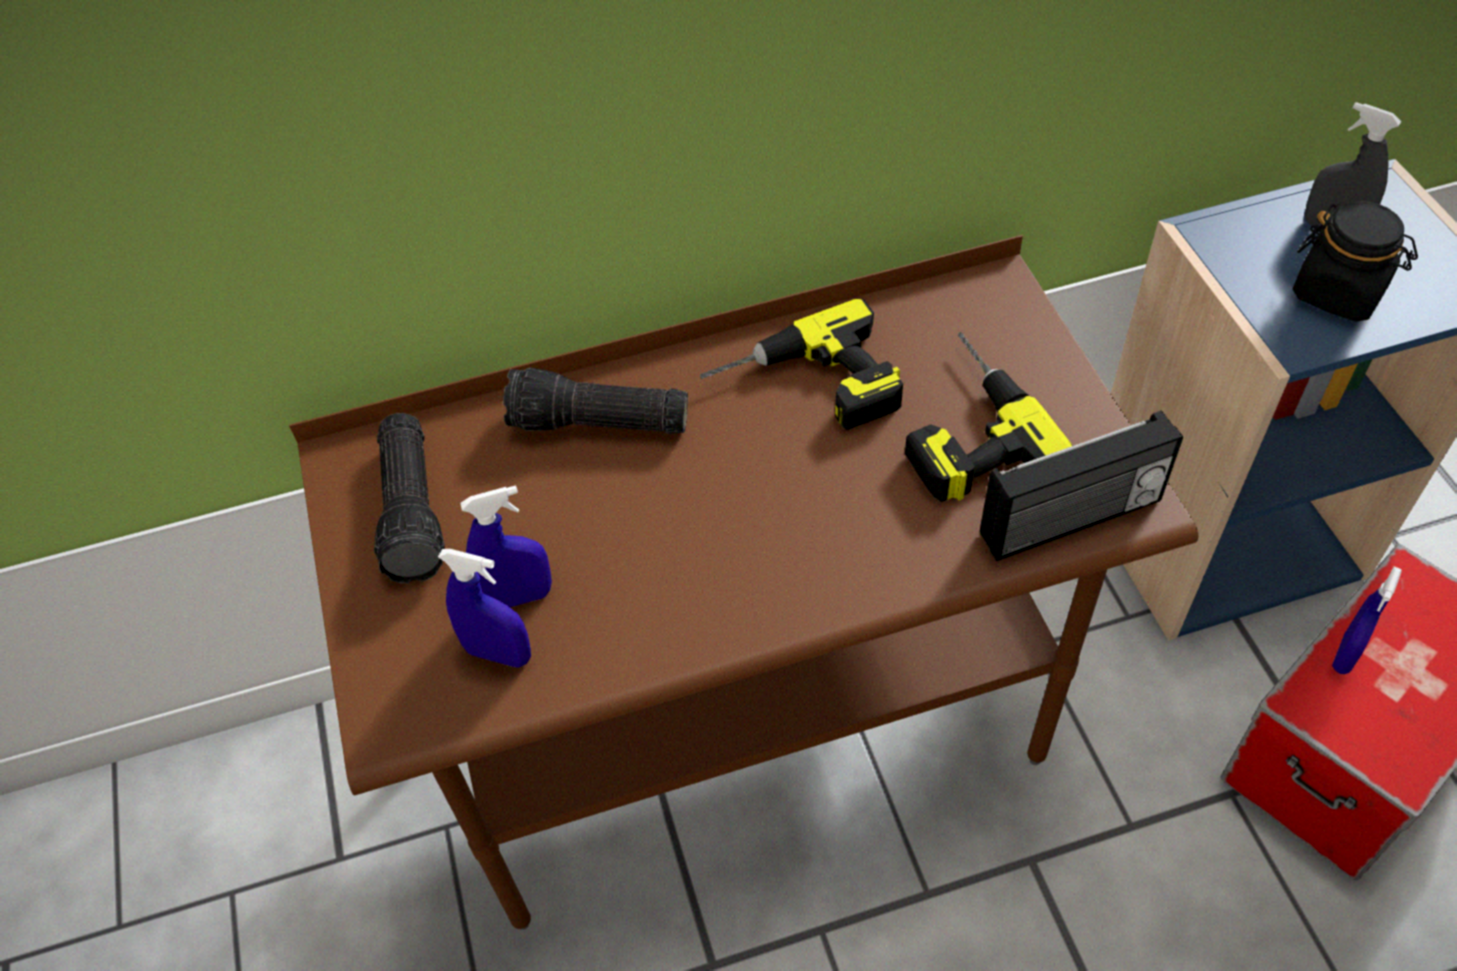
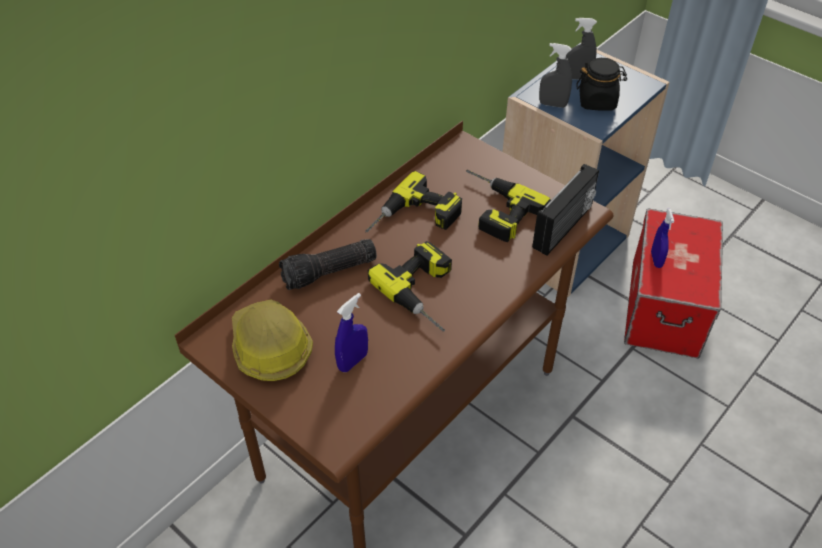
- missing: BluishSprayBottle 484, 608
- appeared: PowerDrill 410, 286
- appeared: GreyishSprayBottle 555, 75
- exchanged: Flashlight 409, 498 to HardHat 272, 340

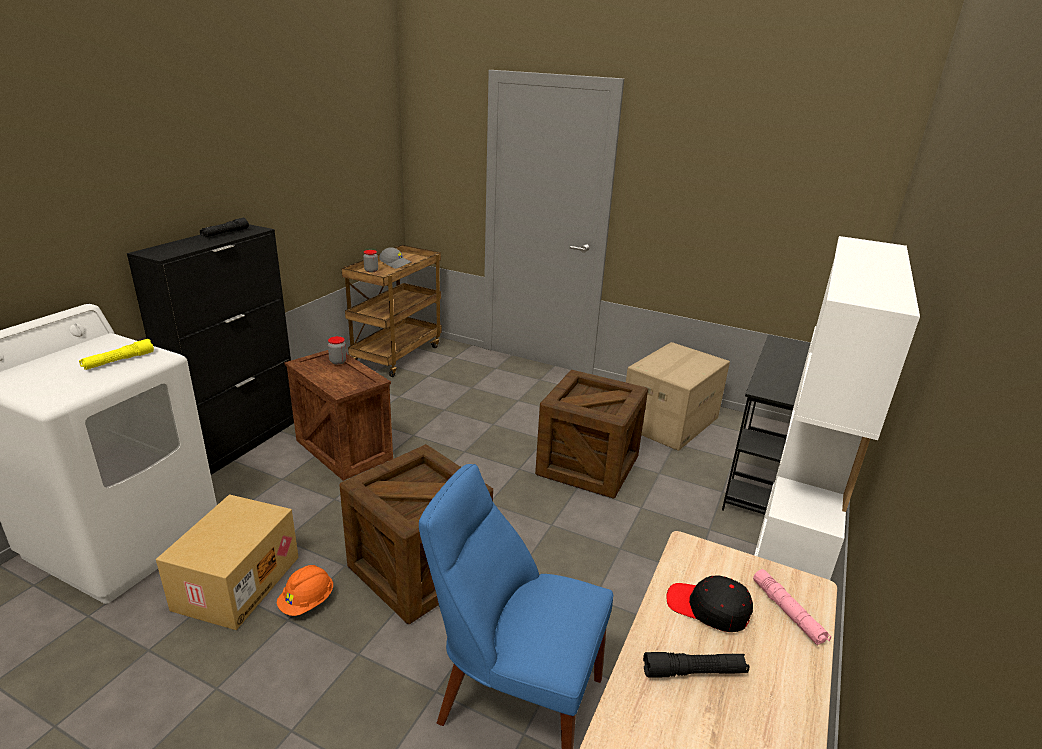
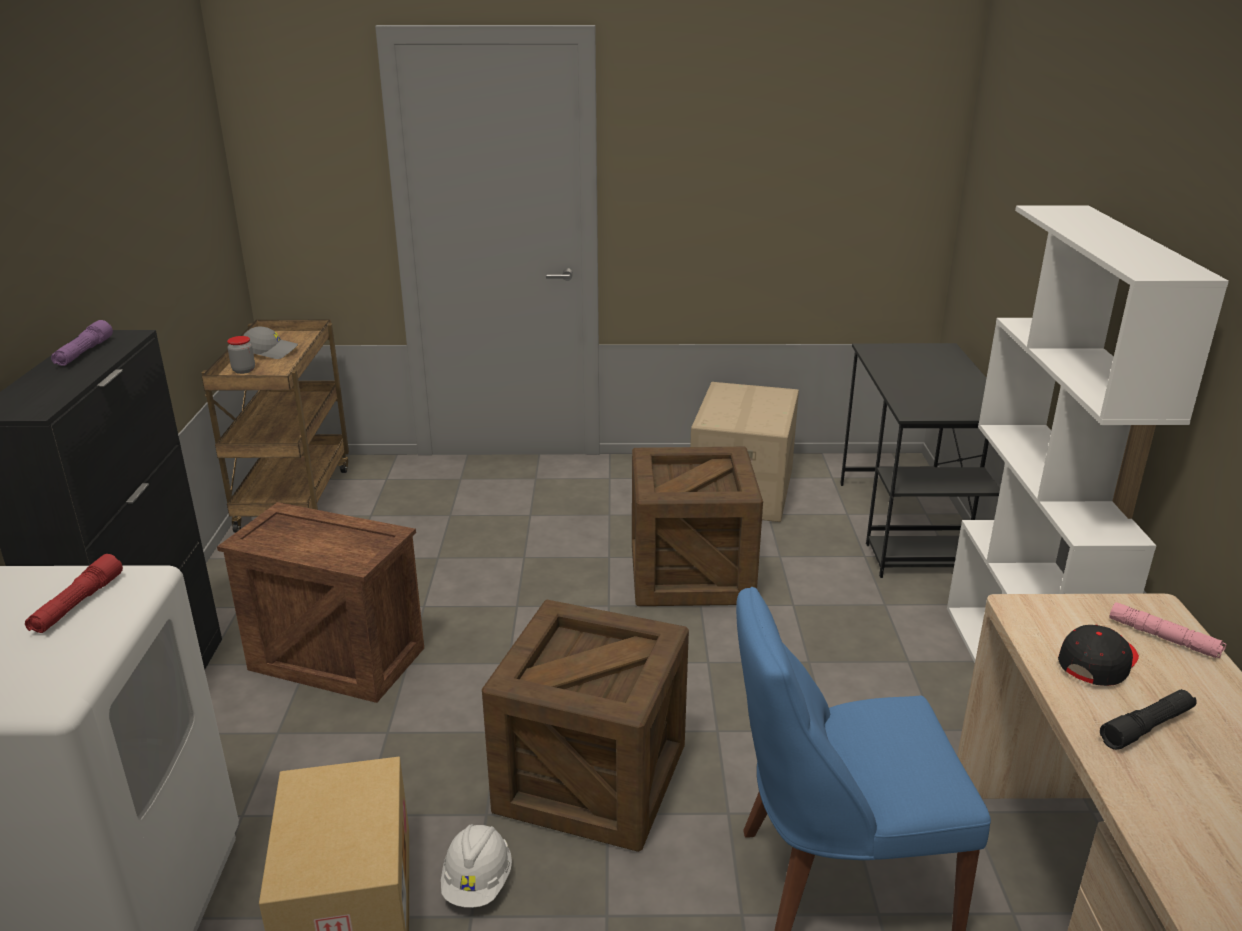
- missing: Jar 337, 350
- colour: YellowishFlashlight 116, 354 to RedFlashlight 74, 593
- colour: BlackFlashlight 224, 227 to PurplishFlashlight 82, 343
- colour: OrangeyHardHat 305, 590 to WhitishHardHat 476, 866
- spun: BlackBaseballCap 710, 604 = 1098, 655 135 degrees clockwise

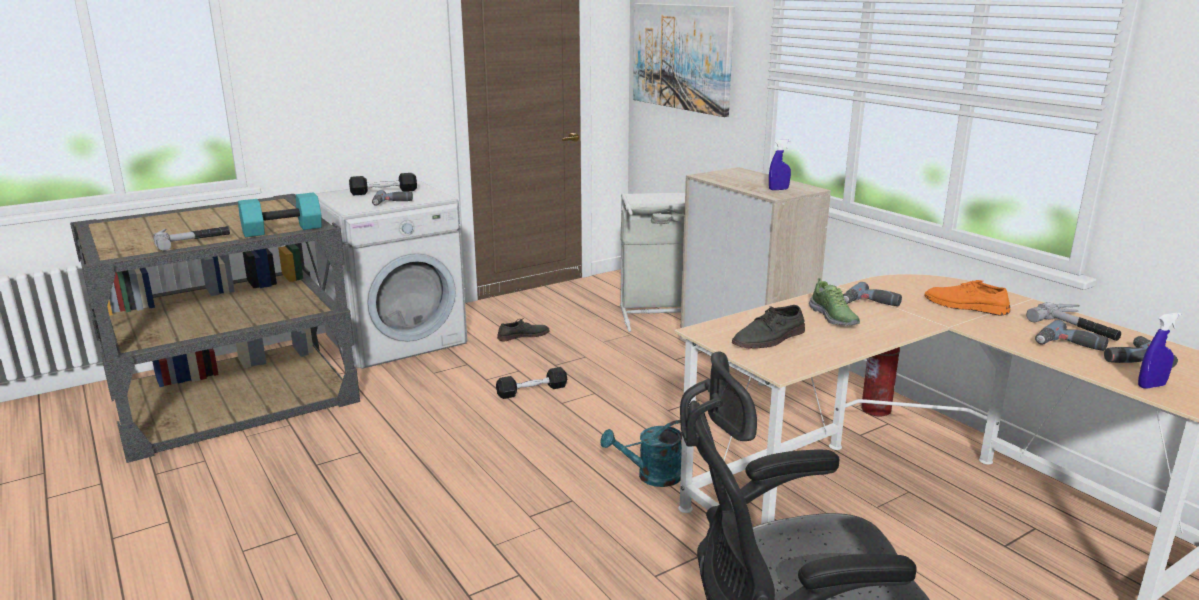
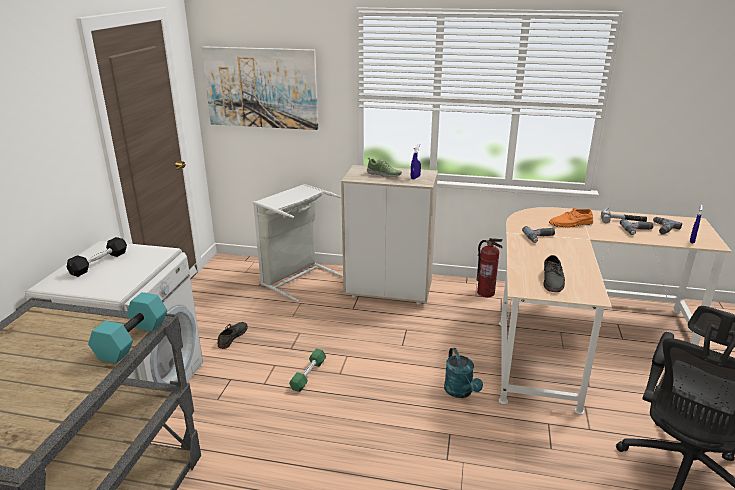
- missing: Hammer 191, 238
- missing: PowerDrill 392, 198
- relocated: ItemOfFootwear 834, 302 to 384, 168
- colour: BlackHandWeight 531, 383 to GreenColouredHandWeight 307, 370
- spun: BlueGreenWateringCan 641, 453 = 463, 373 45 degrees counterclockwise

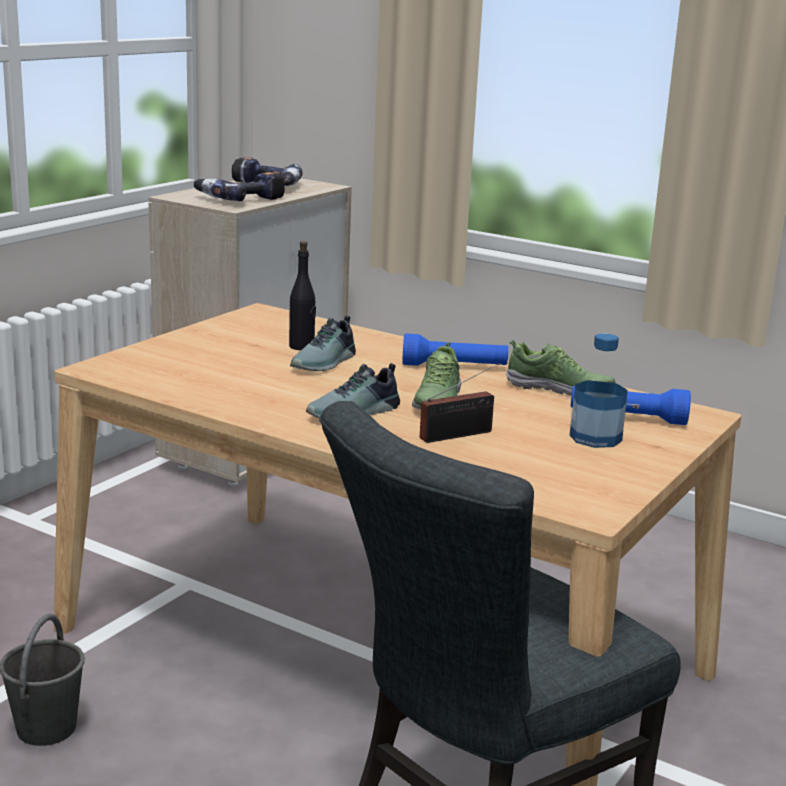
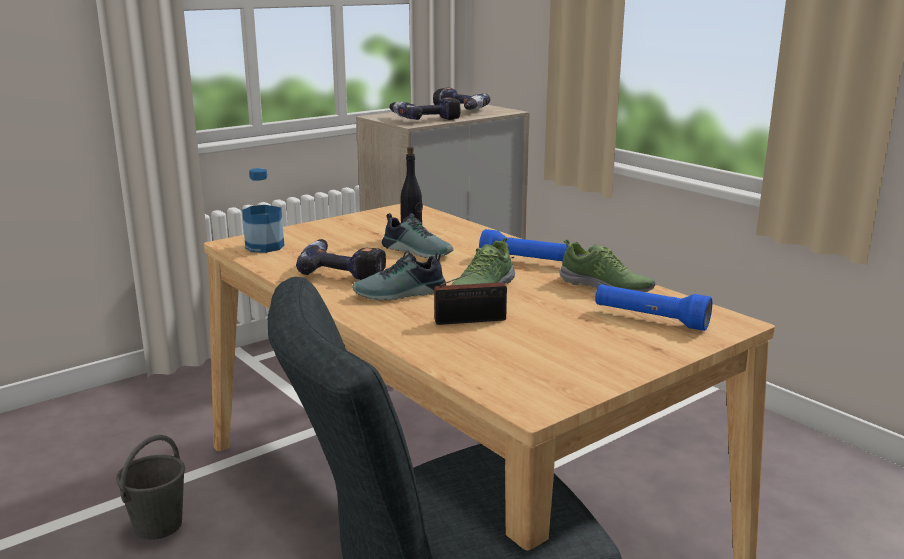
- appeared: PowerDrill 341, 259
- relocated: Bottle 598, 390 to 263, 210
- spun: ItemOfFootwear 323, 343 = 418, 235 105 degrees counterclockwise

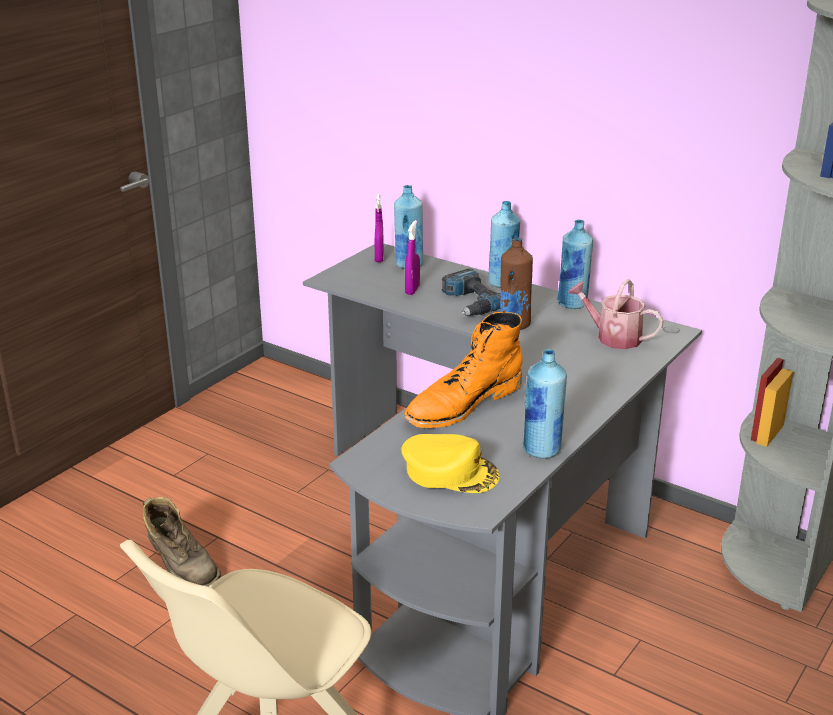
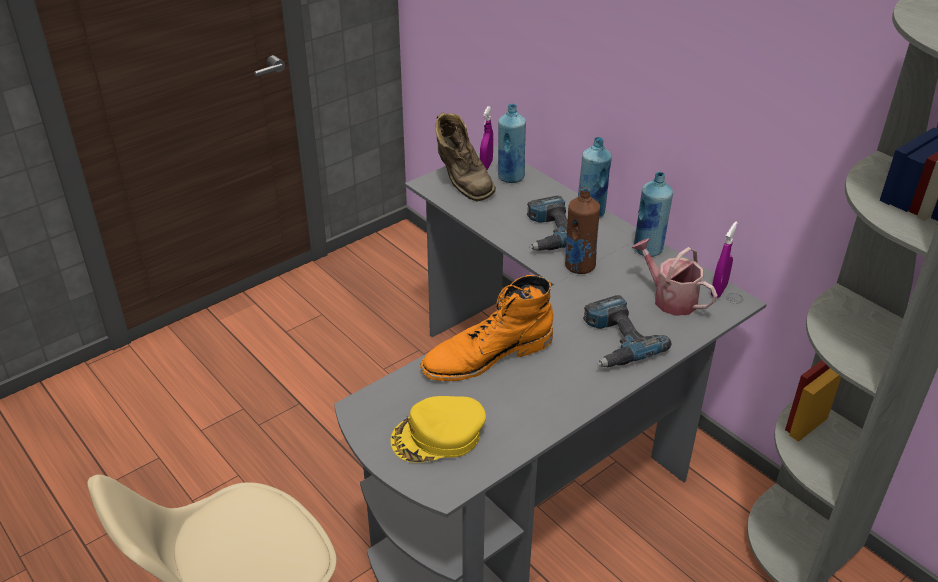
- missing: BluishBottle 545, 404
- appeared: PowerDrill 627, 331
- relocated: BrownColouredTallBoot 182, 541 to 465, 157
- relocated: PurplishSprayBottle 412, 257 to 724, 260
- spun: YellowishBaseballCap 450, 463 = 438, 429 120 degrees clockwise

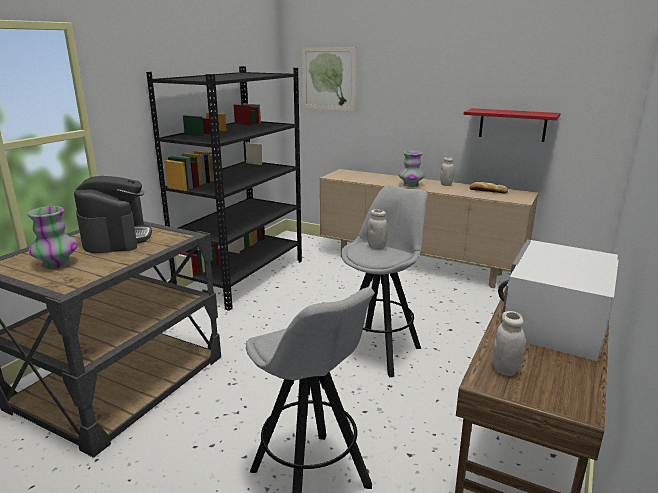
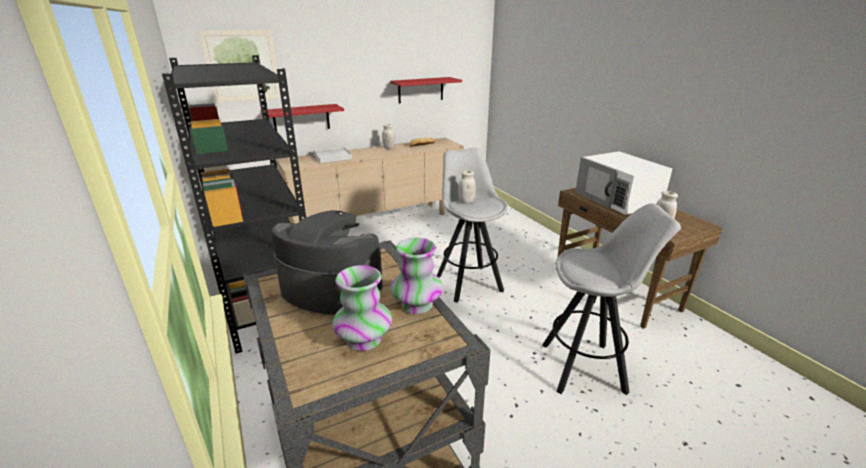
- appeared: RedWallShelf 303, 117
- appeared: WhitishCarryingTray 332, 155
- relocated: FlowerVase 412, 169 to 416, 276

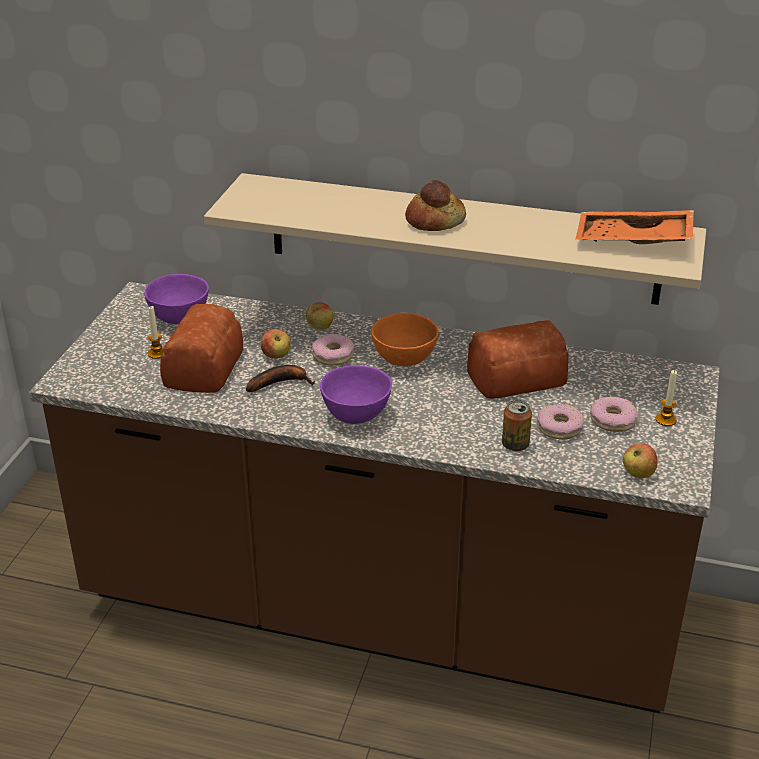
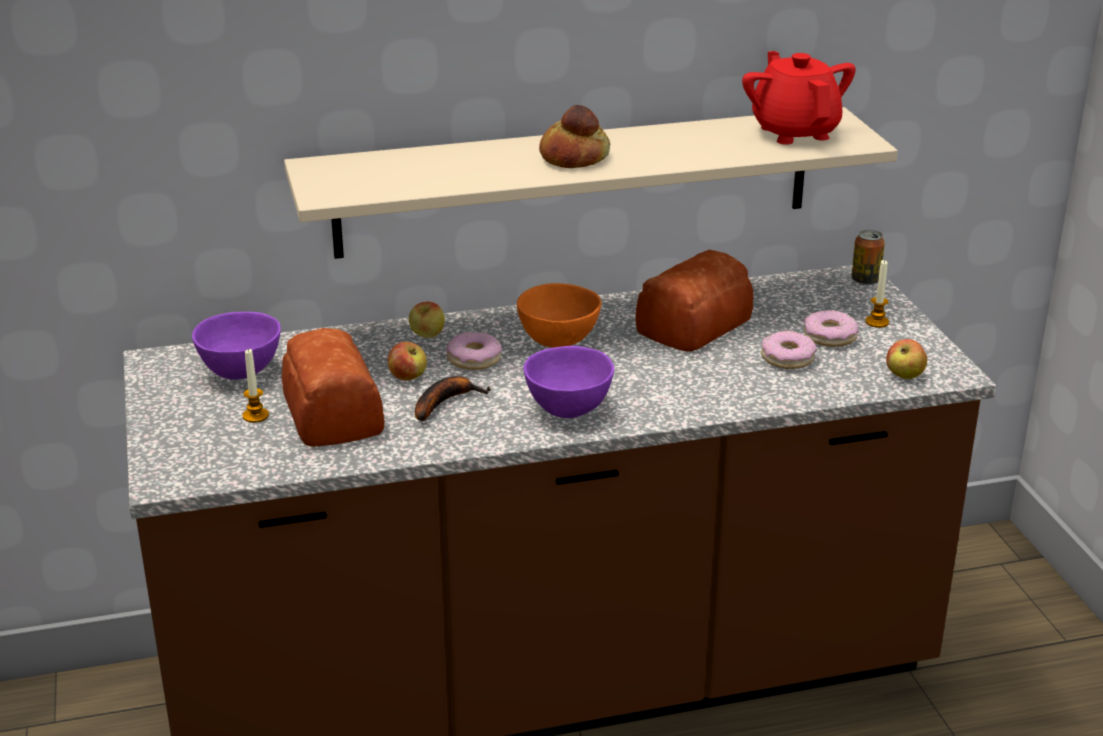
- relocated: MetalCan 517, 425 to 868, 257
- exchanged: OrangeyCarryingTray 634, 227 to RedTeapot 799, 98

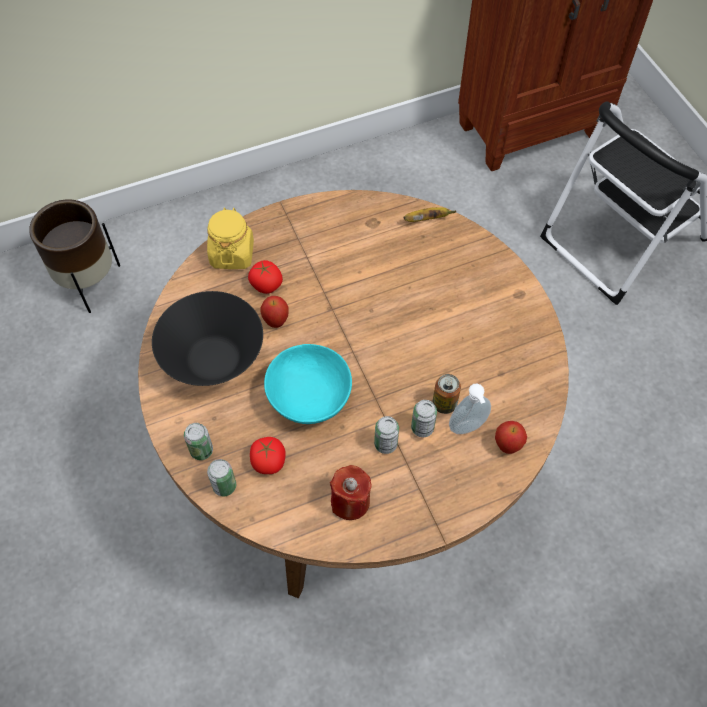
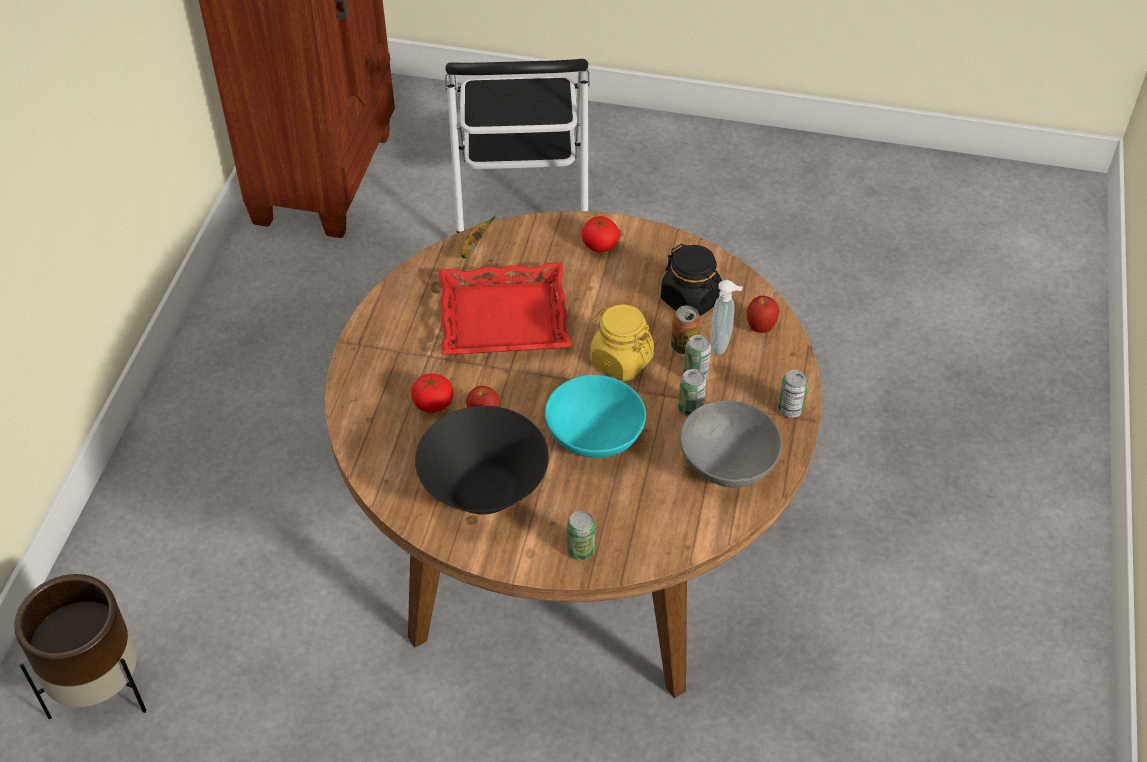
- appeared: RedCarryingTray 505, 308
- appeared: BlackJar 691, 280
- relocated: YellowishJar 230, 238 to 622, 342
- relocated: MetalCan 221, 477 to 793, 394
- relocated: FreshTomato 268, 455 to 600, 234
- exchanged: RedCandle 351, 492 to GreyishBowl 731, 444

